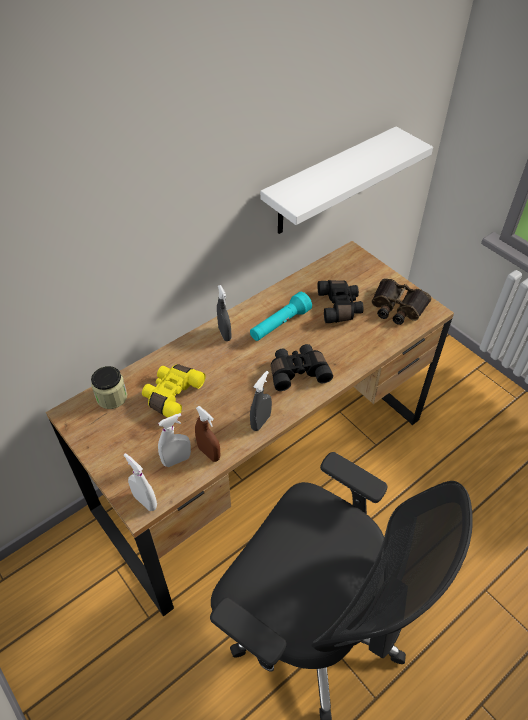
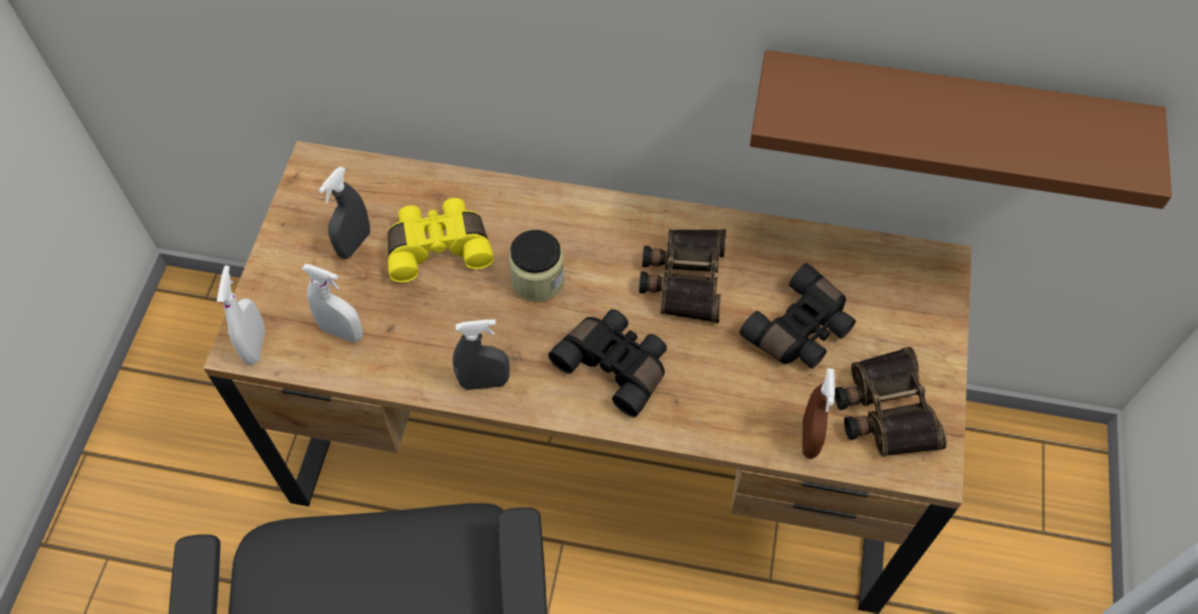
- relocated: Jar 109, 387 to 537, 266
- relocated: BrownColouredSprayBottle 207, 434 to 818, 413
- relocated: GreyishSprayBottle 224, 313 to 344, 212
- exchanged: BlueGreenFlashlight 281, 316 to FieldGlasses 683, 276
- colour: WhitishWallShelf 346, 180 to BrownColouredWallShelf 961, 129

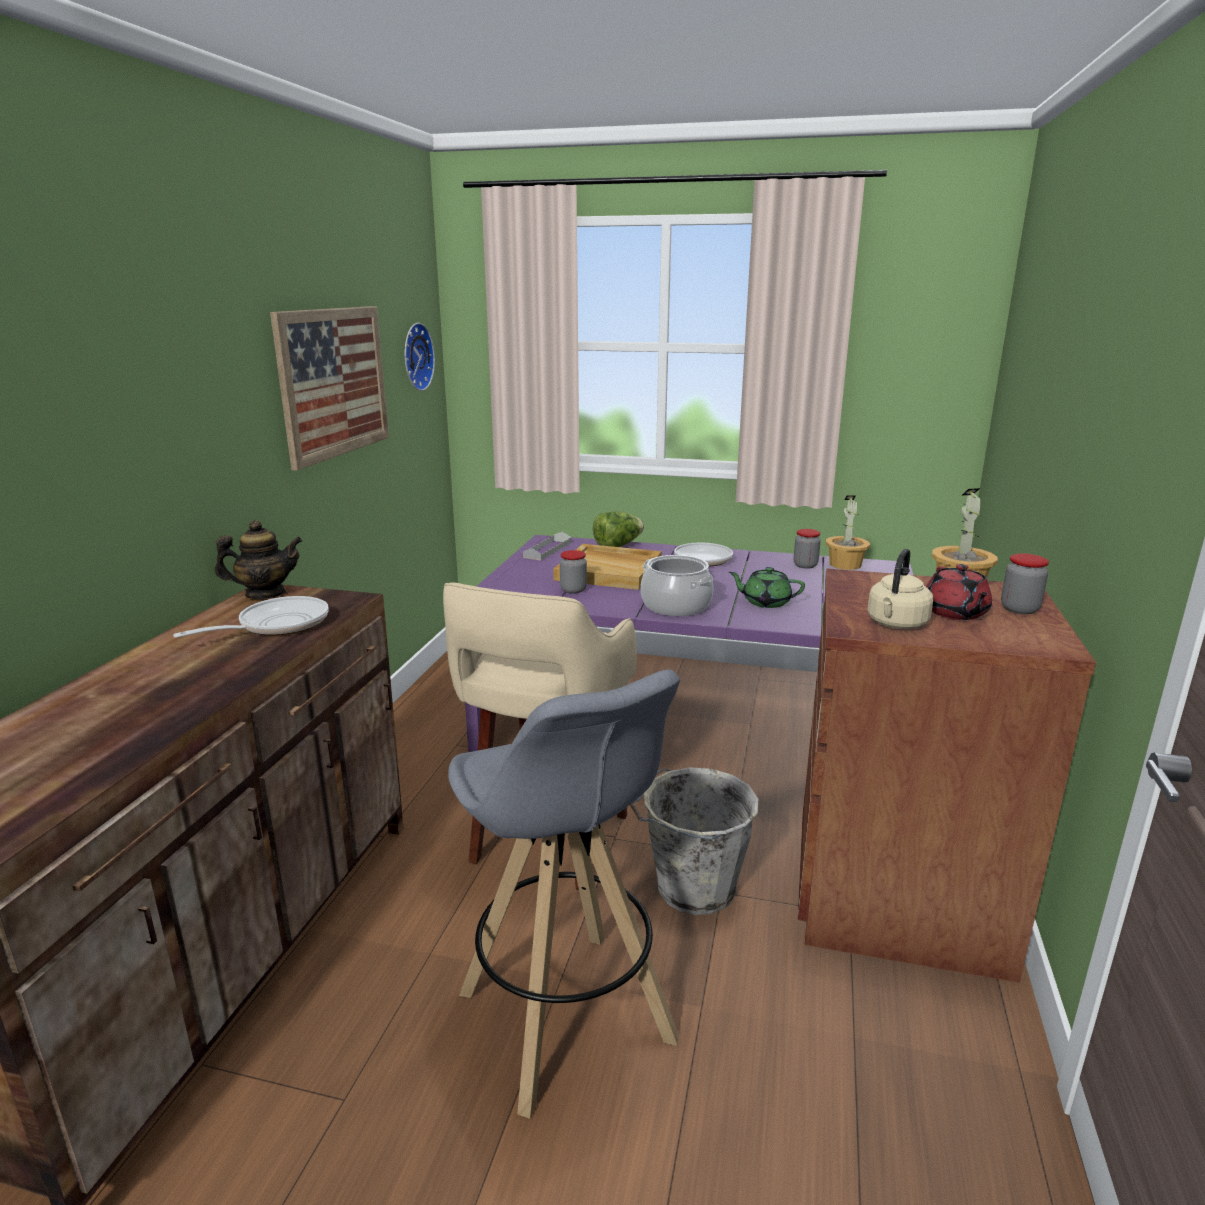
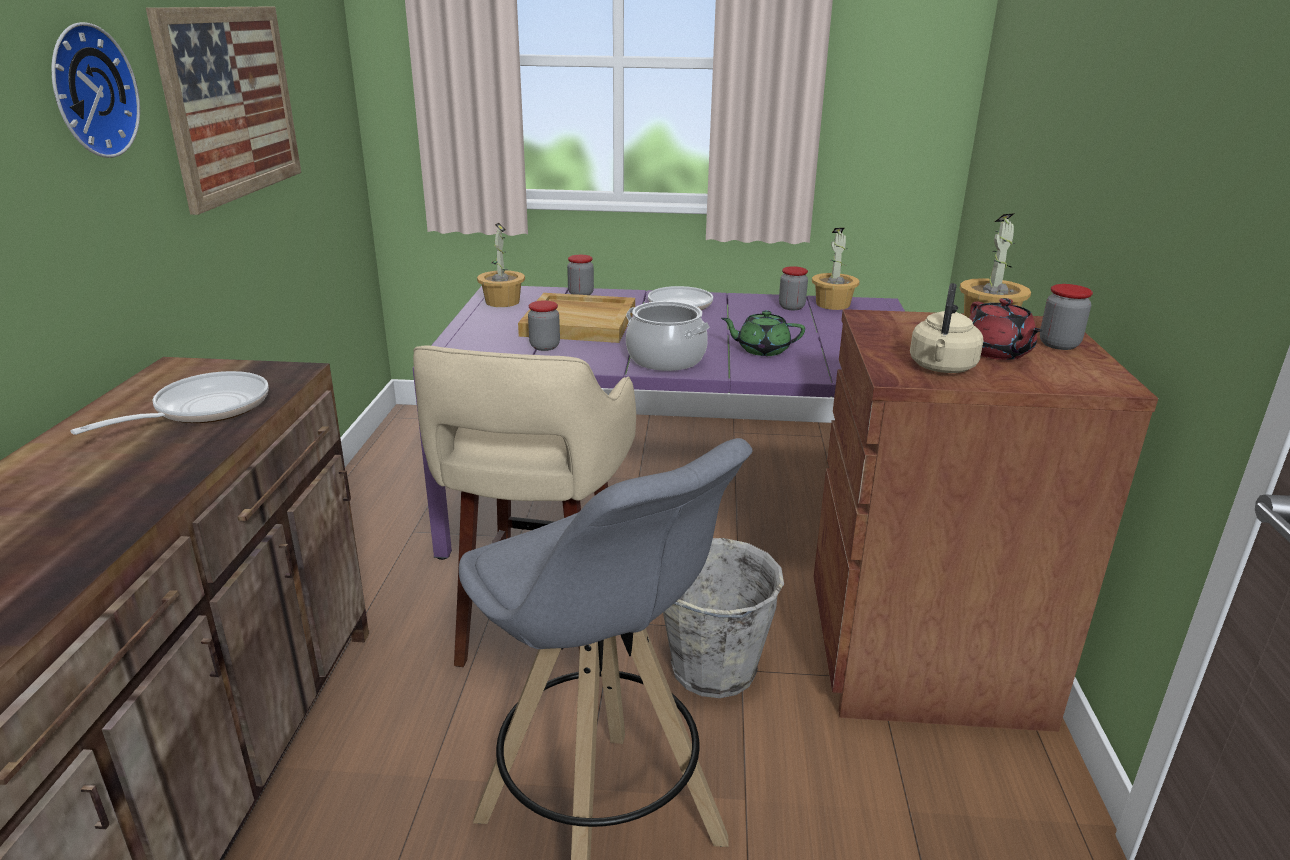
- missing: Teapot 259, 559
- relocated: HangingClock 419, 357 to 95, 90
- exchanged: GreyishCarryingTray 547, 546 to Houseplant 501, 265
- exchanged: HeadOfLettuce 618, 529 to Jar 580, 275

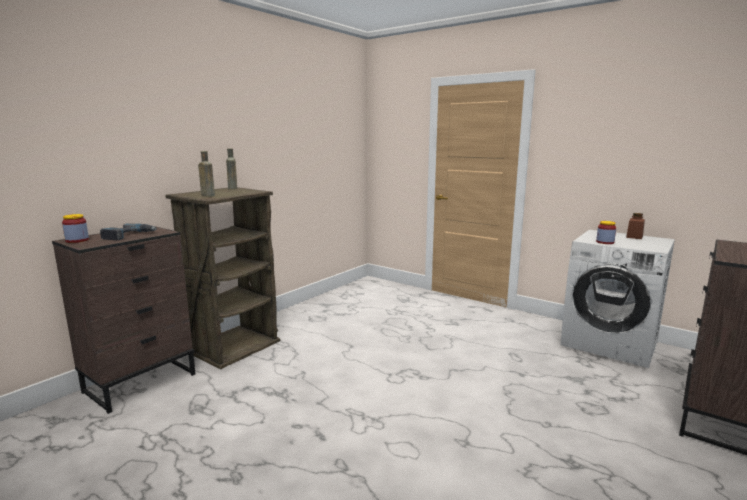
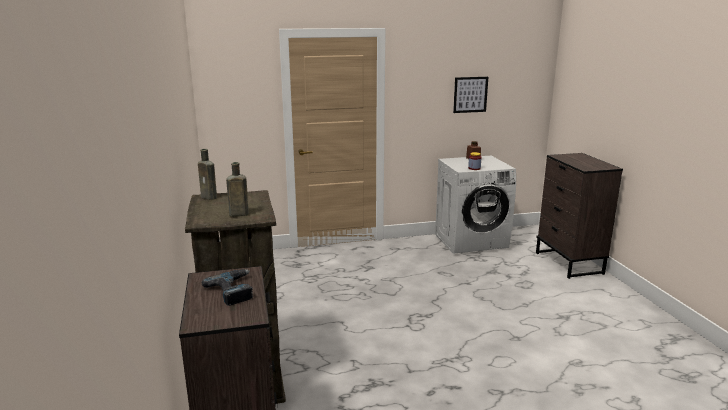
- missing: Jar 75, 228
- appeared: WallArt 470, 95

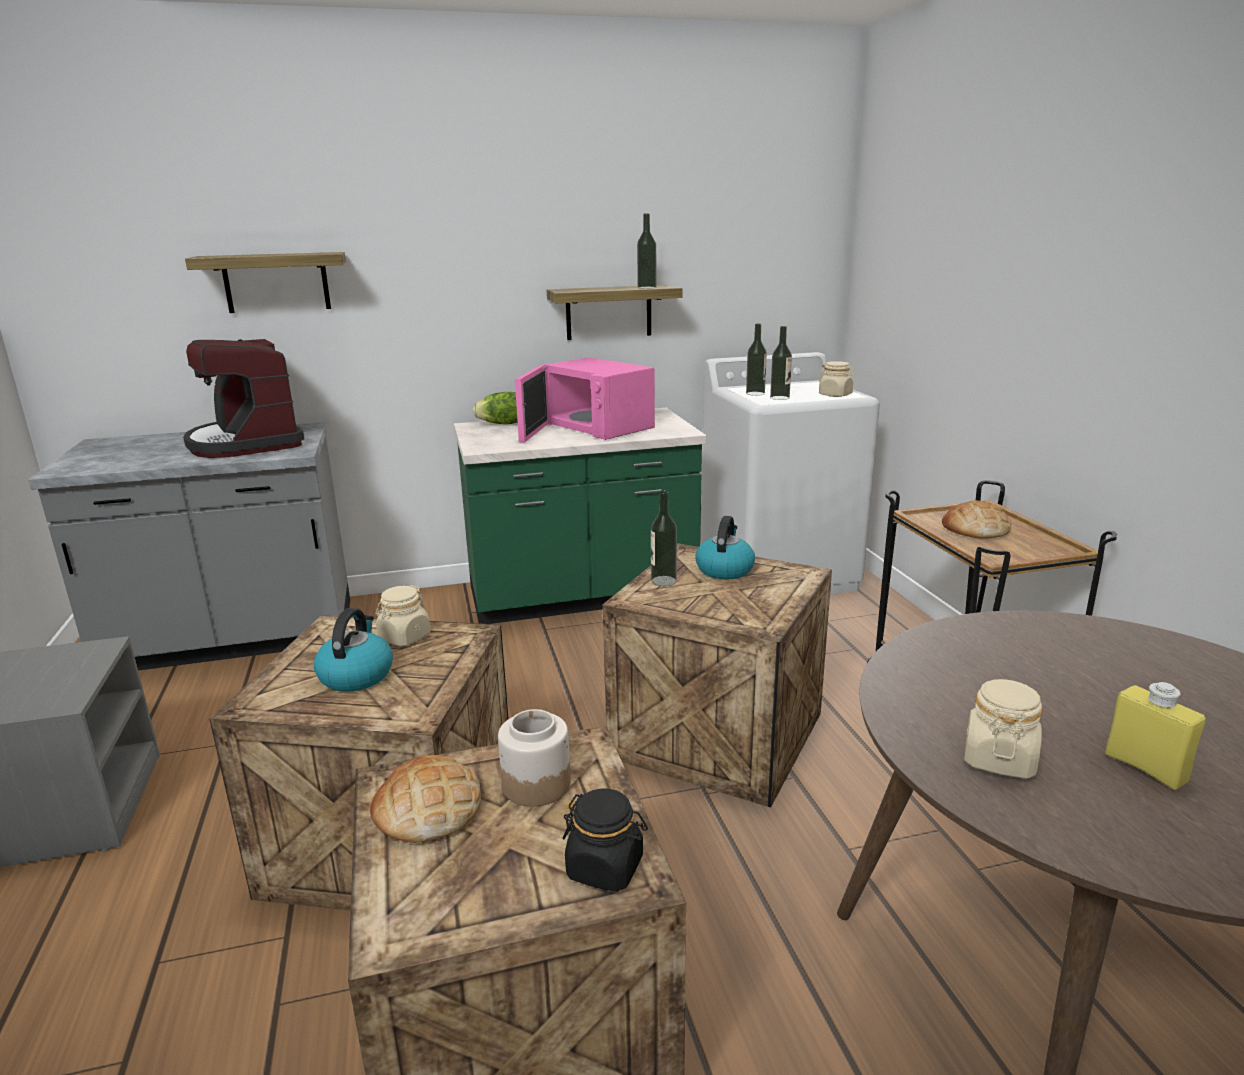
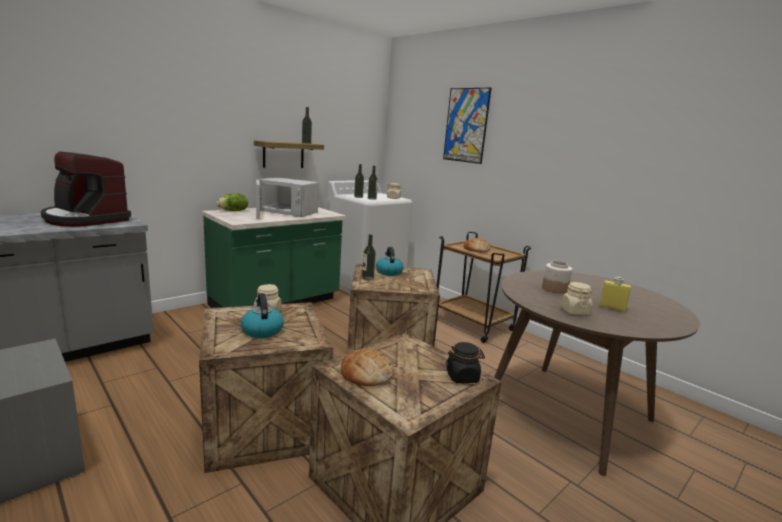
- missing: WallShelf 265, 282
- appeared: WallArt 467, 126
- relocated: Jar 534, 758 to 557, 277
- colour: PinkMicrowave 585, 400 to WhitishMicrowave 287, 198

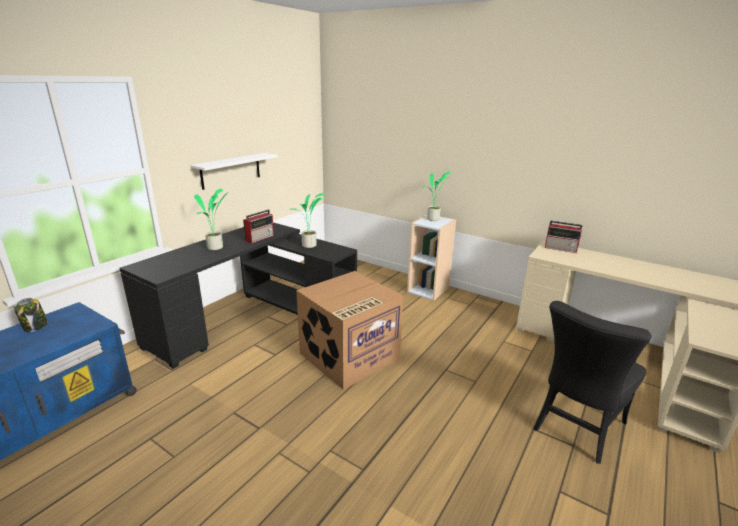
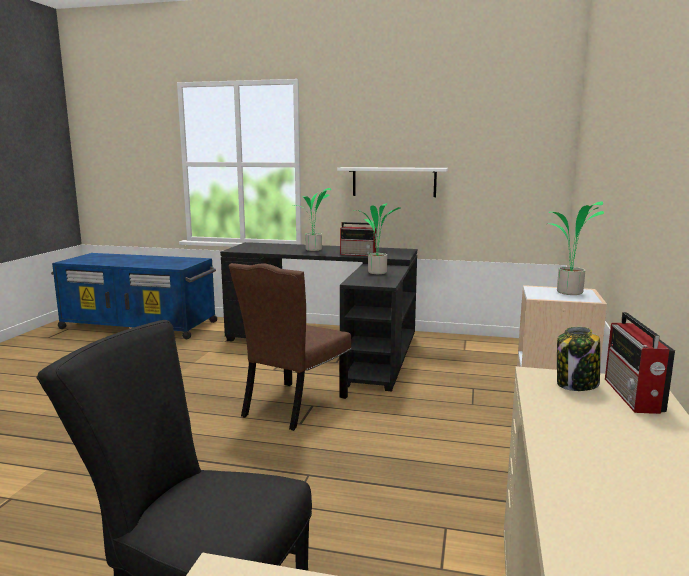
- relocated: Jar 31, 315 to 578, 359
- exchanged: Carton 349, 330 to BrownColouredPlainChair 290, 347

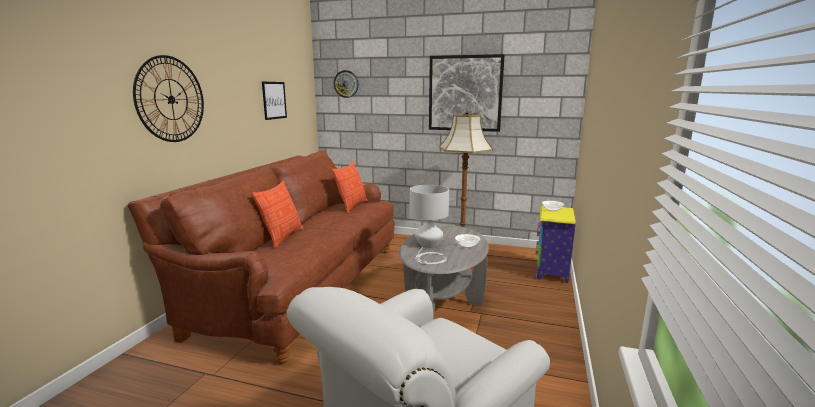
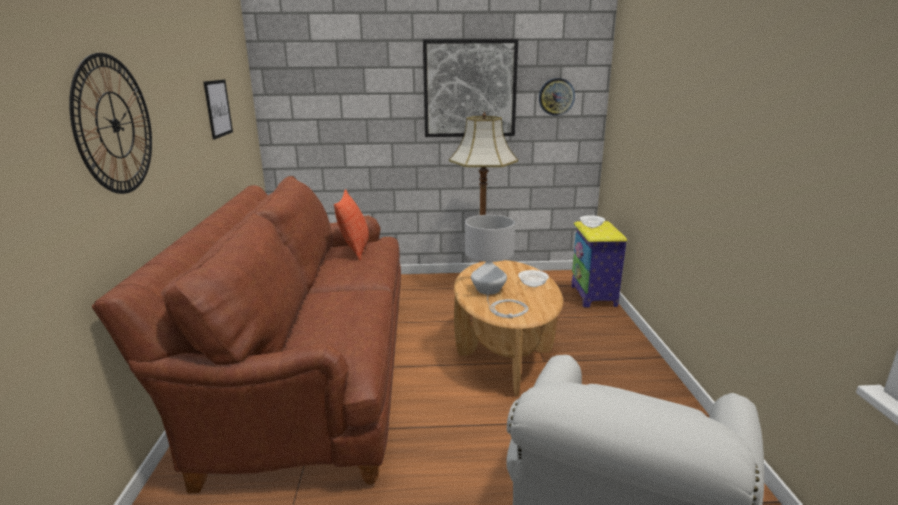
- missing: OrangeyCushion 277, 214
- relocated: HangingClock 346, 84 to 557, 97
- colour: GreyishLowTable 444, 273 to BrownColouredLowTable 508, 328

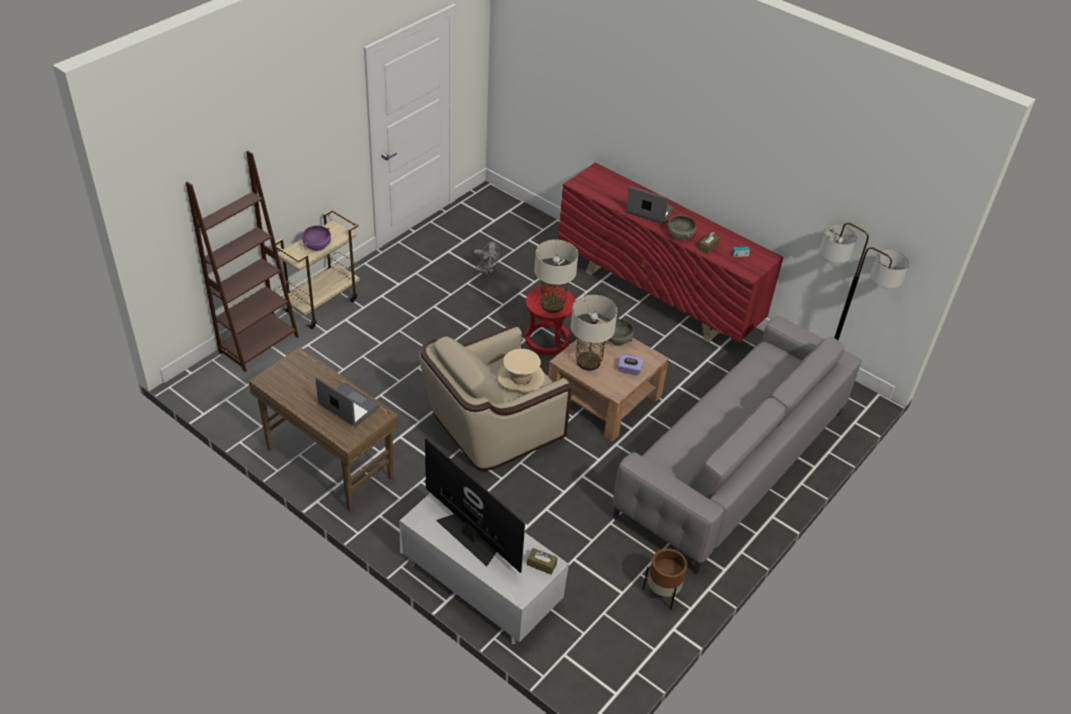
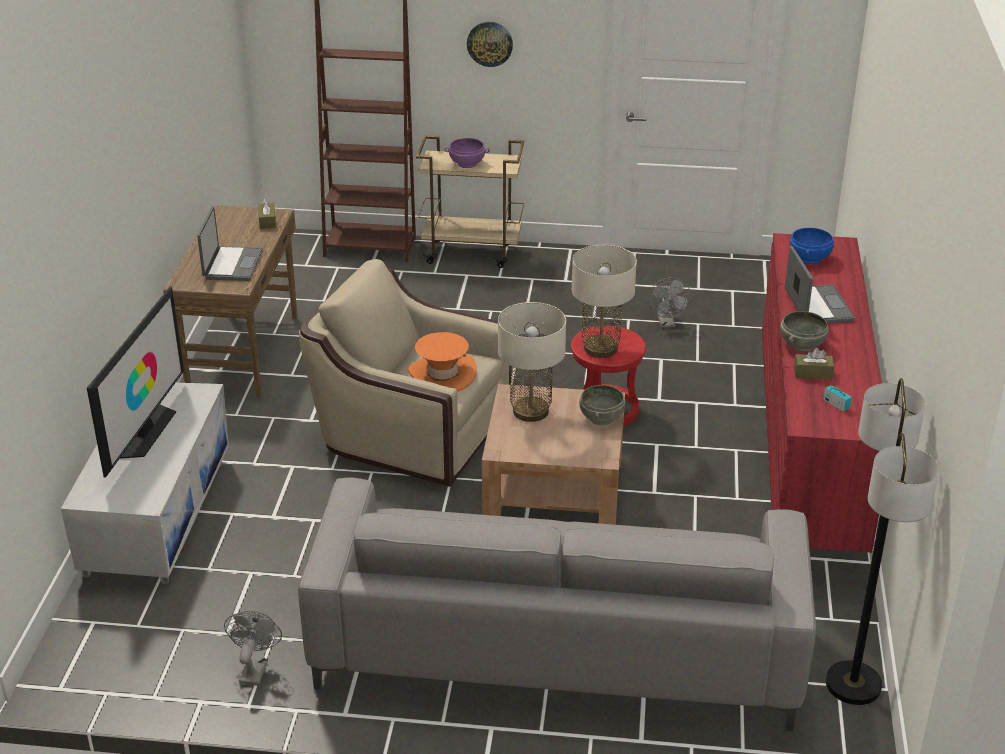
- missing: PurplishTissueBox 631, 364
- appeared: HangingClock 490, 44
- appeared: BluishBowl 812, 246
- relocated: BrownColouredTissueBox 542, 561 to 267, 214
- exchanged: BrownColouredFlowerPot 665, 579 to GreyishCoolingFan 253, 648
- colour: BeigeColouredClothingHat 521, 370 to OrangeyClothingHat 442, 362

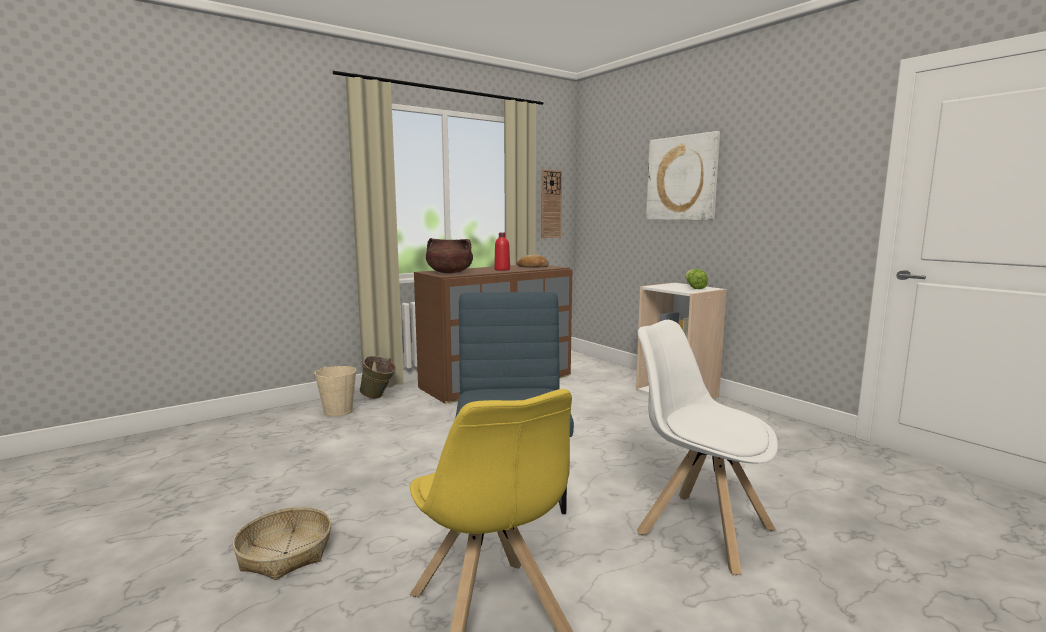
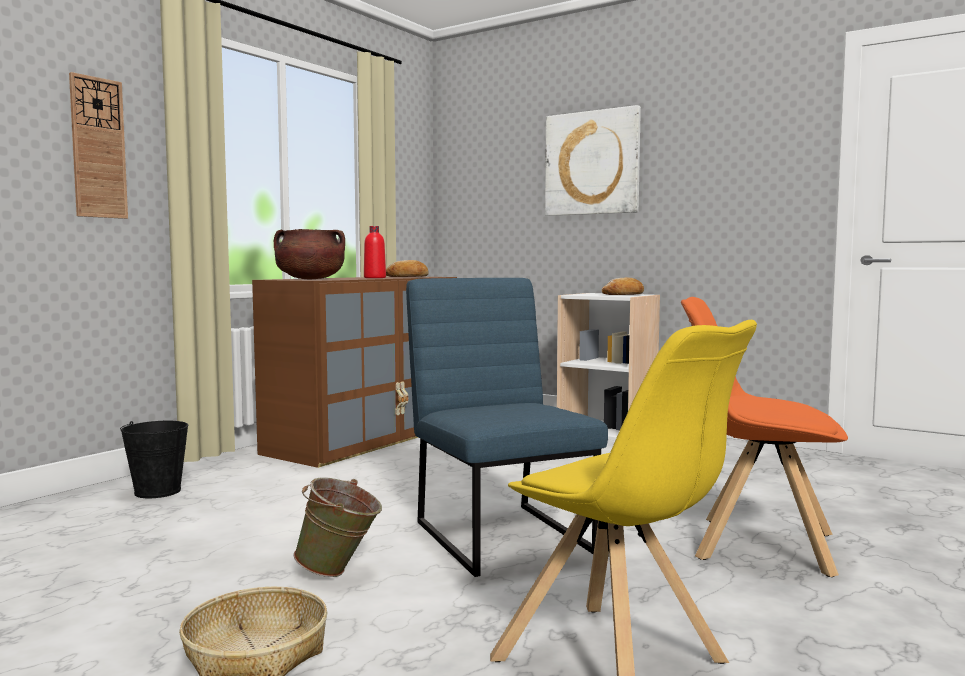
- relocated: GreenColouredWaterBucket 377, 377 to 338, 527
- relocated: HangingClock 551, 204 to 98, 145
- exchanged: HeadOfLettuce 696, 279 to BakedBread 623, 286
- colour: BeigeColouredWaterBucket 335, 391 to BlackWaterBucket 154, 459
- colour: WhitishPlainChair 707, 447 to OrangeyPlainChair 764, 437

